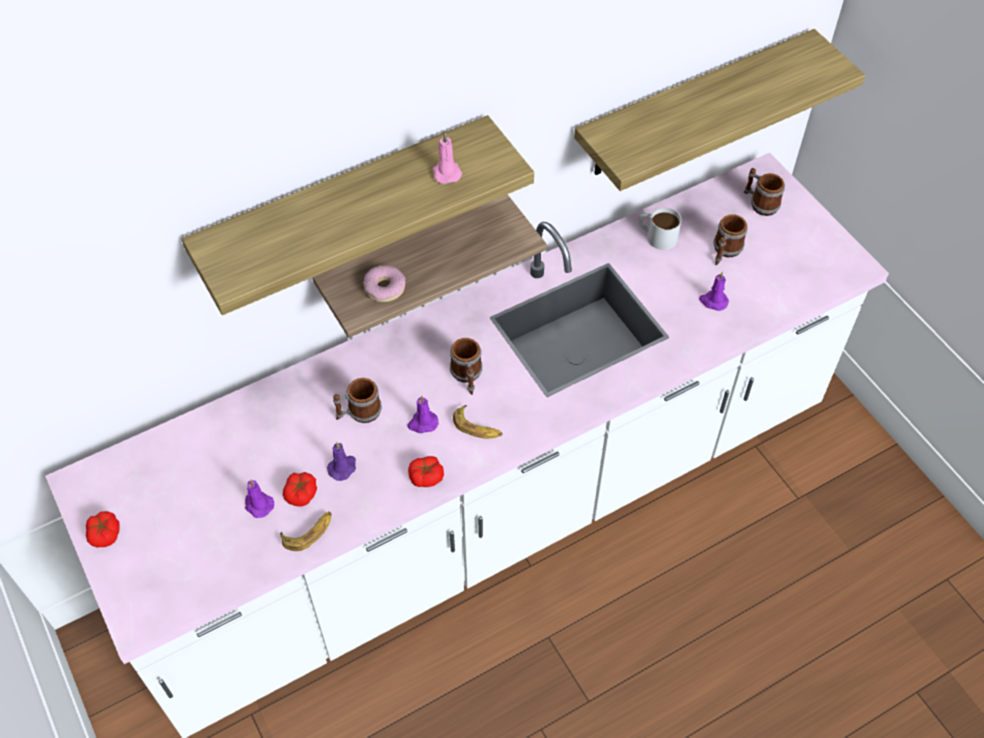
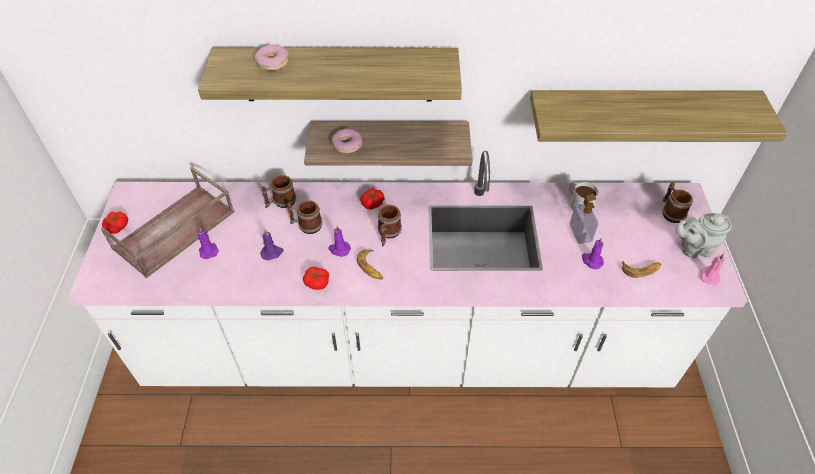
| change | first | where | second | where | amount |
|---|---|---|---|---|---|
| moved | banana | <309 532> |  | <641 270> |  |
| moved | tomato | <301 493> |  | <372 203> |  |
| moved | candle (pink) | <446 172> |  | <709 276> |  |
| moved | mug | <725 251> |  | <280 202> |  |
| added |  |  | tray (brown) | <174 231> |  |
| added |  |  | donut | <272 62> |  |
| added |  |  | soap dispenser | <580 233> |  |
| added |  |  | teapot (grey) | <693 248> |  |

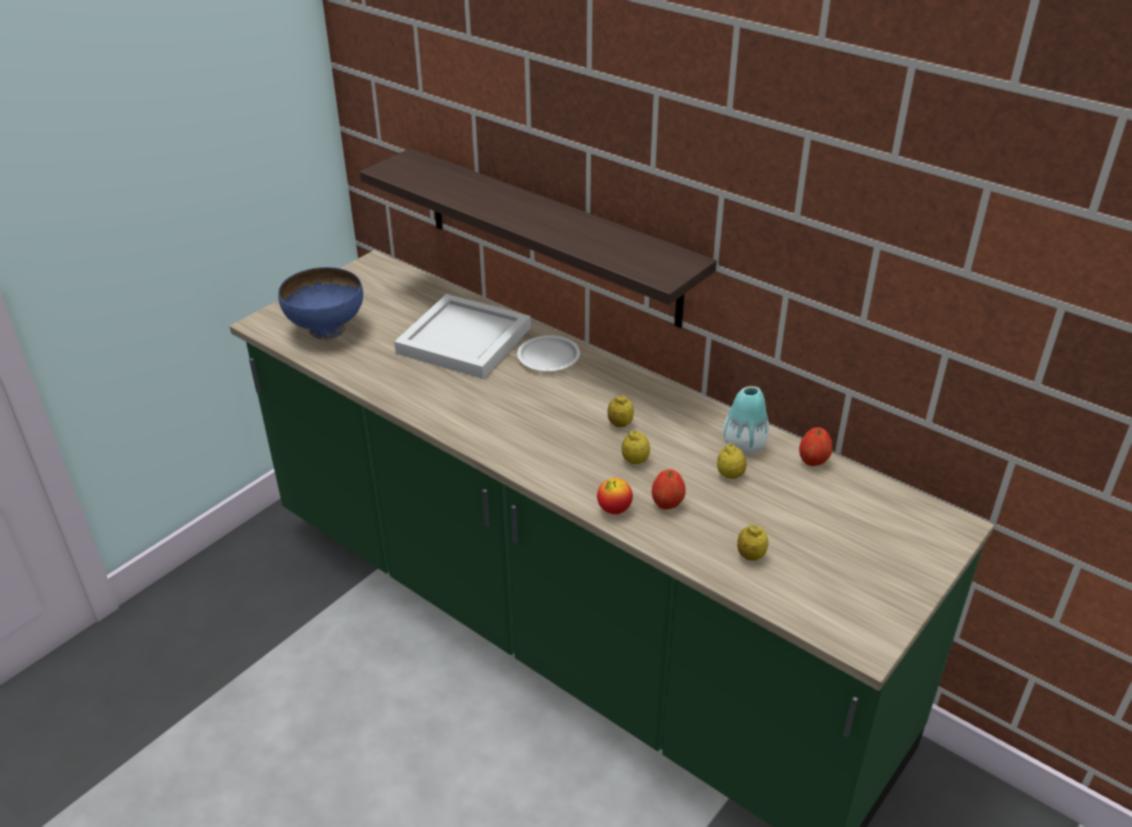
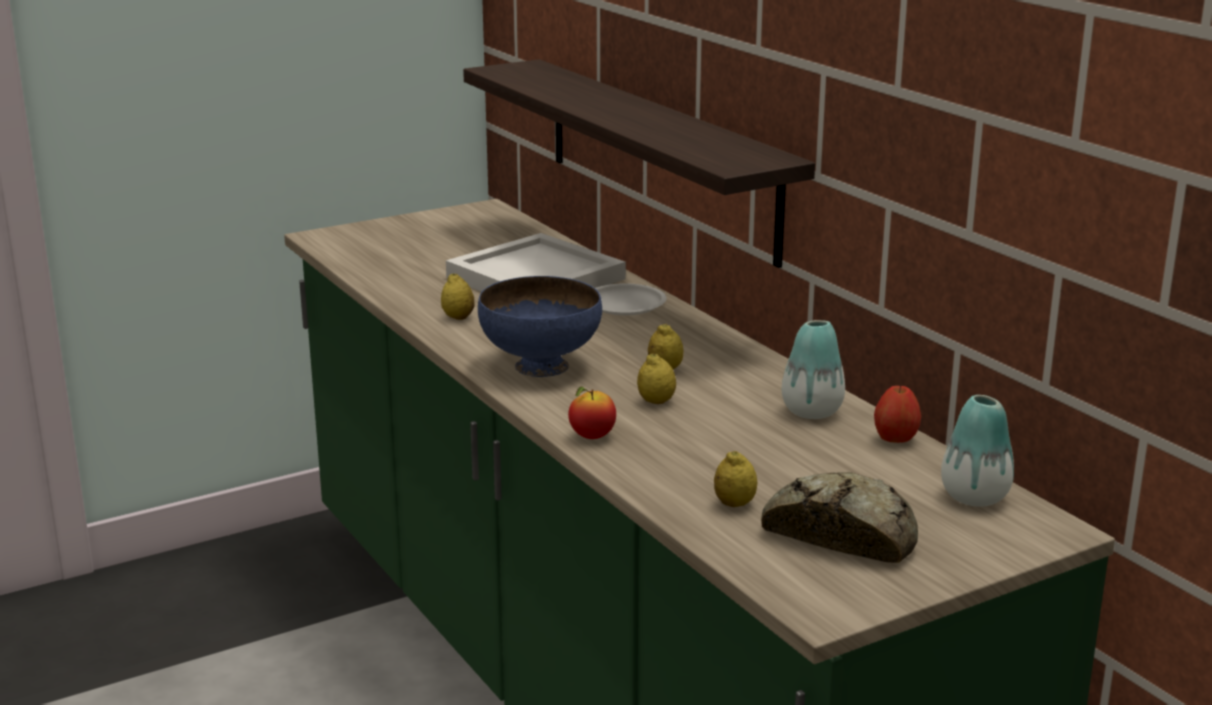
| change | first | where | second | where | amount |
|---|---|---|---|---|---|
| moved | bowl (blue) | <326 330> |  | <540 366> |  |
| removed | apple | <667 504> |  |  |  |
| moved | lemon | <730 475> |  | <458 317> |  |
| added |  |  | bread | <842 532> |  |
| added |  |  | vase | <974 497> |  |

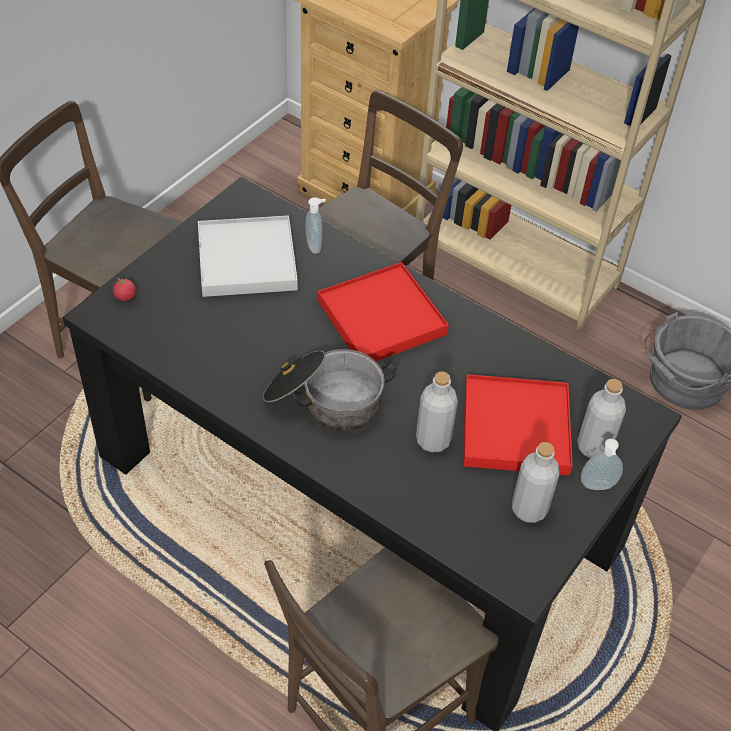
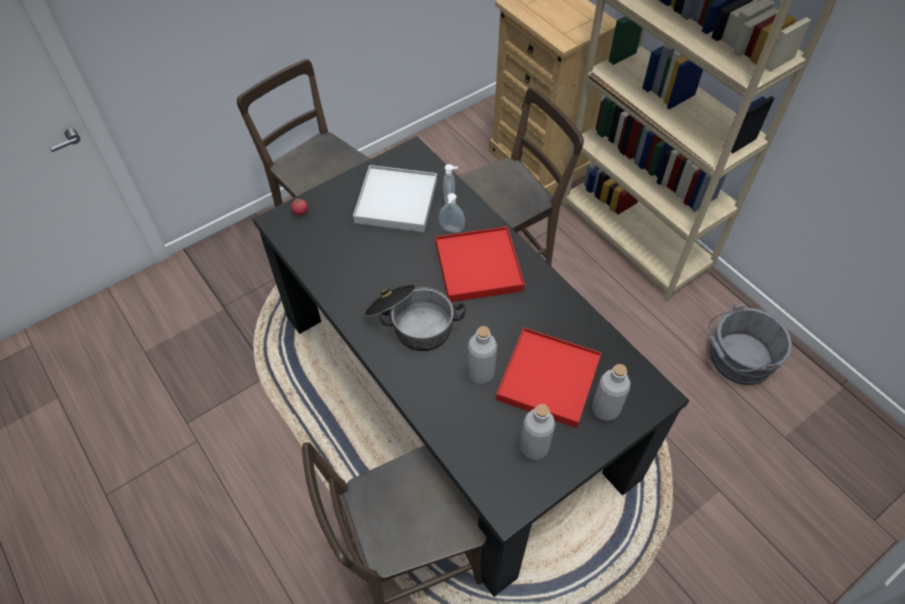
| change | first | where | second | where | amount |
|---|---|---|---|---|---|
| moved | soap dispenser | <597 487> |  | <451 230> |  |

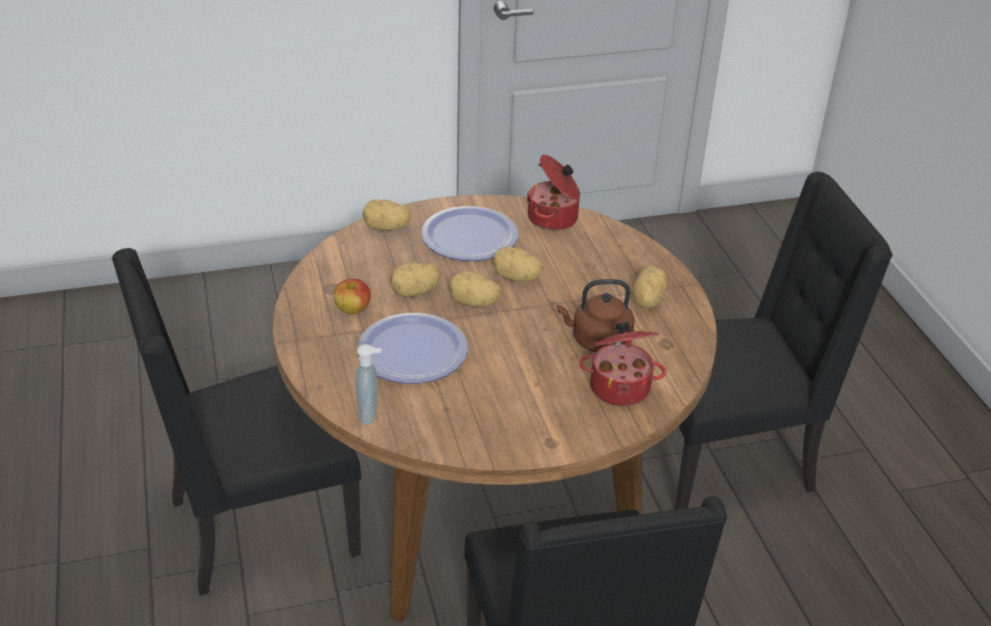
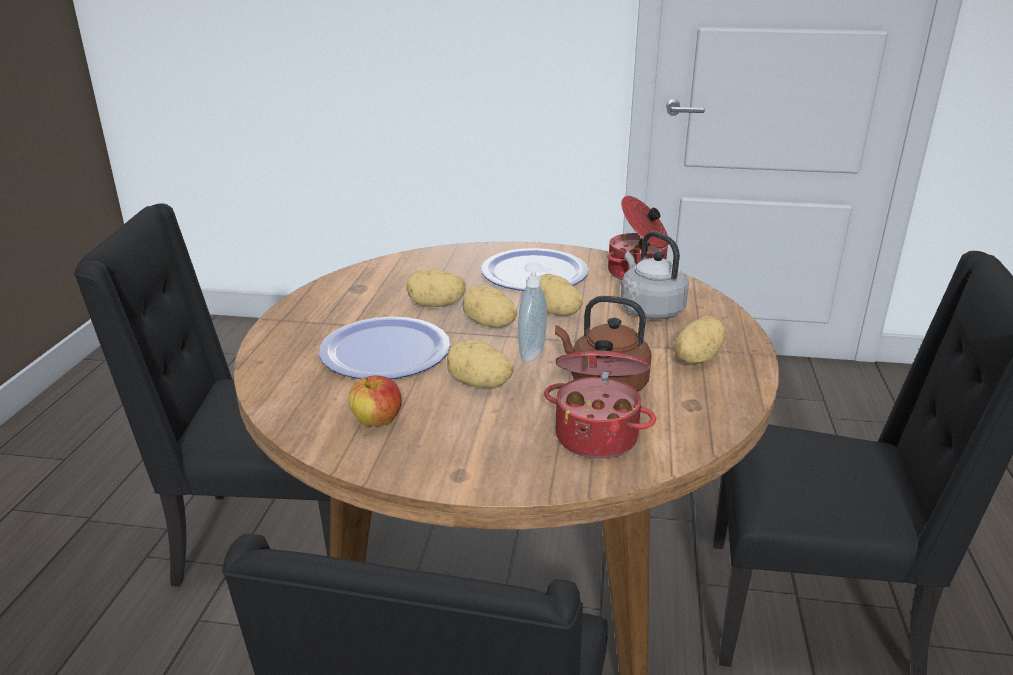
| change | first | where | second | where | amount |
|---|---|---|---|---|---|
| moved | apple | <353 310> |  | <377 421> |  |
| moved | soap dispenser | <370 415> |  | <534 354> |  |
| moved | potato | <387 228> |  | <479 384> |  |
| added |  |  | kettle (grey) | <649 309> |  |

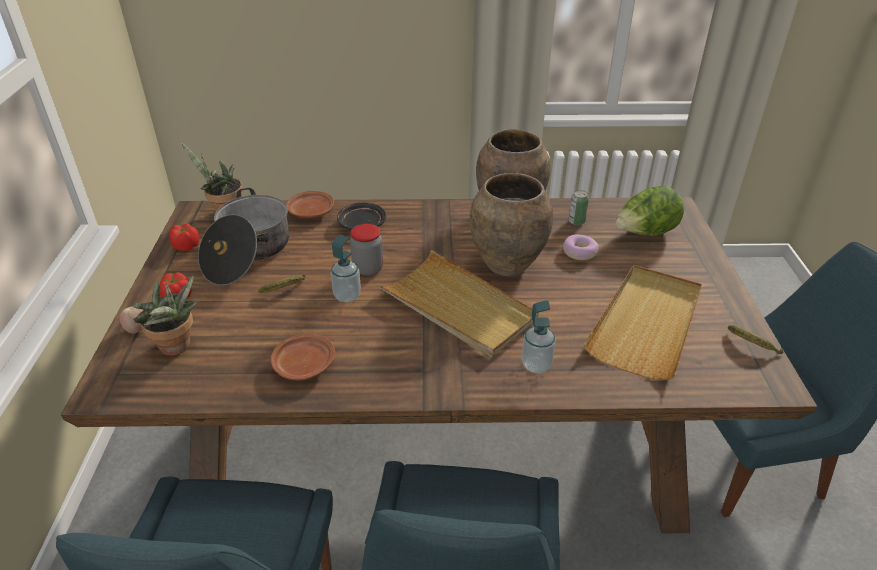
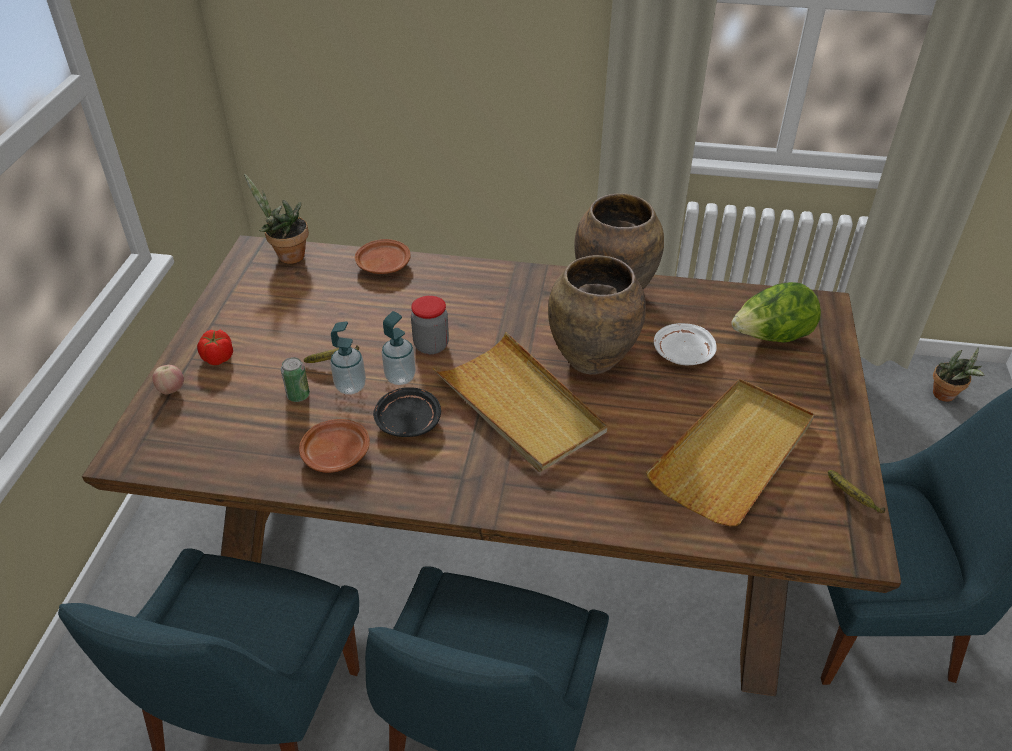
| change | first | where | second | where | amount |
|---|---|---|---|---|---|
| moved | potted plant | <177 348> |  | <946 396> |  |
| removed | tomato | <186 246> |  |  |  |
| removed | cooking pot | <248 253> |  |  |  |
| moved | plate (black) | <361 224> |  | <407 421> |  |
| moved | soap dispenser | <536 365> |  | <350 386> |  |
| replaced | donut | <579 253> | plate (white) | <683 353> |  |
| moved | can | <576 221> |  | <298 395> |  |

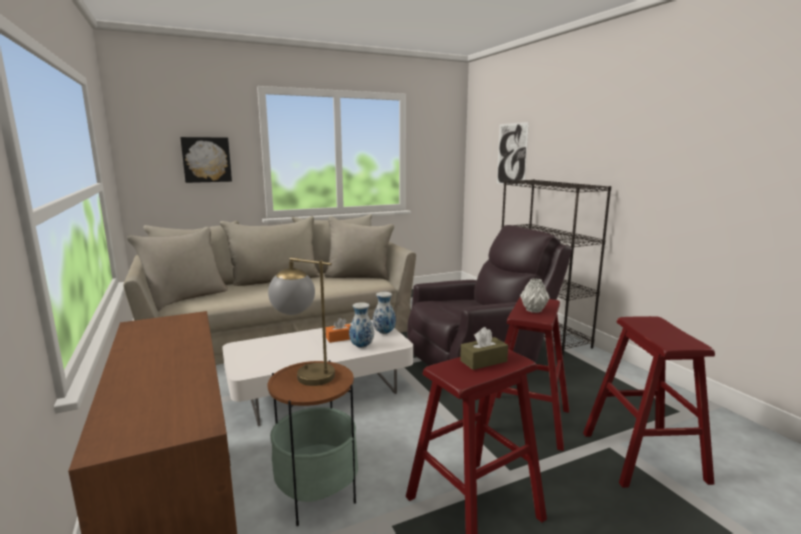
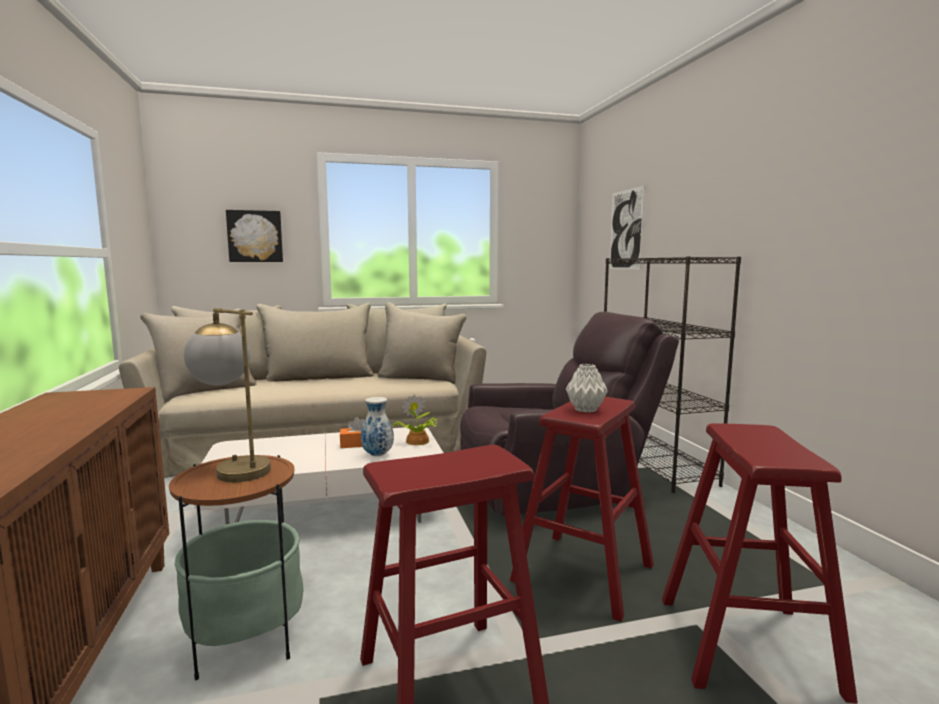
| change | first | where | second | where | amount |
|---|---|---|---|---|---|
| replaced | vase | <384 333> | potted plant | <416 441> |  |
| removed | tissue box (brown) | <483 361> |  |  |  |

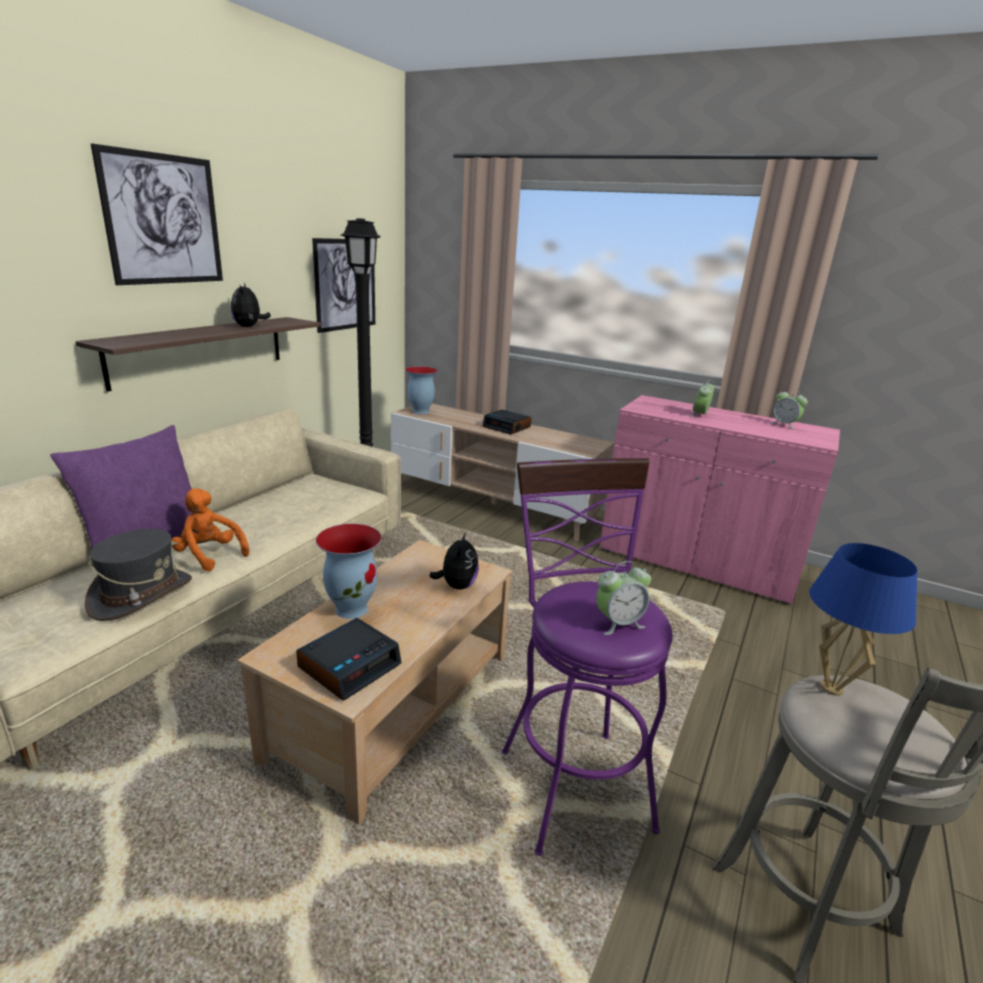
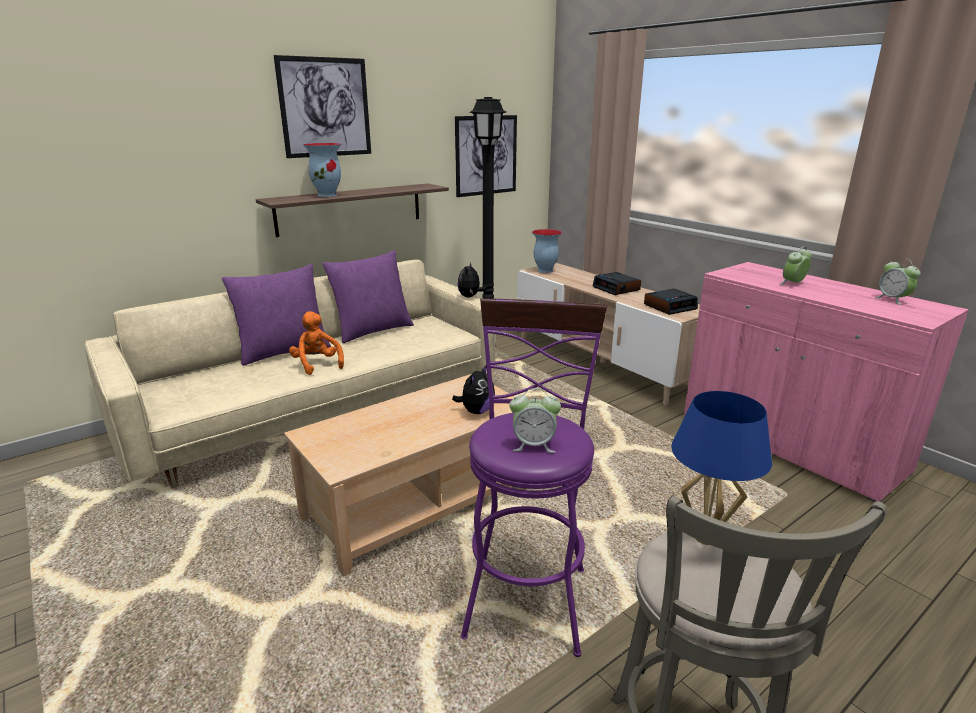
| change | first | where | second | where | amount |
|---|---|---|---|---|---|
| removed | hat (grey) | <141 595> |  |  |  |
| moved | plush toy | <249 327> |  | <470 297> |  |
| moved | alarm clock | <350 665> |  | <670 306> |  |
| moved | vase | <352 608> |  | <327 195> |  |
| added |  |  | pillow (purple) | <372 330> |  |

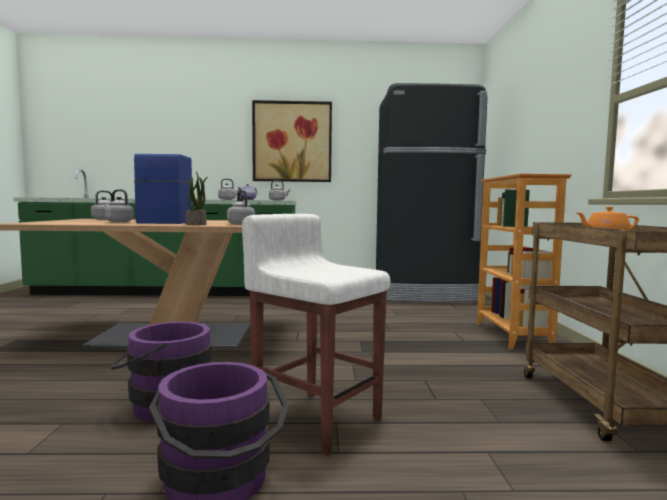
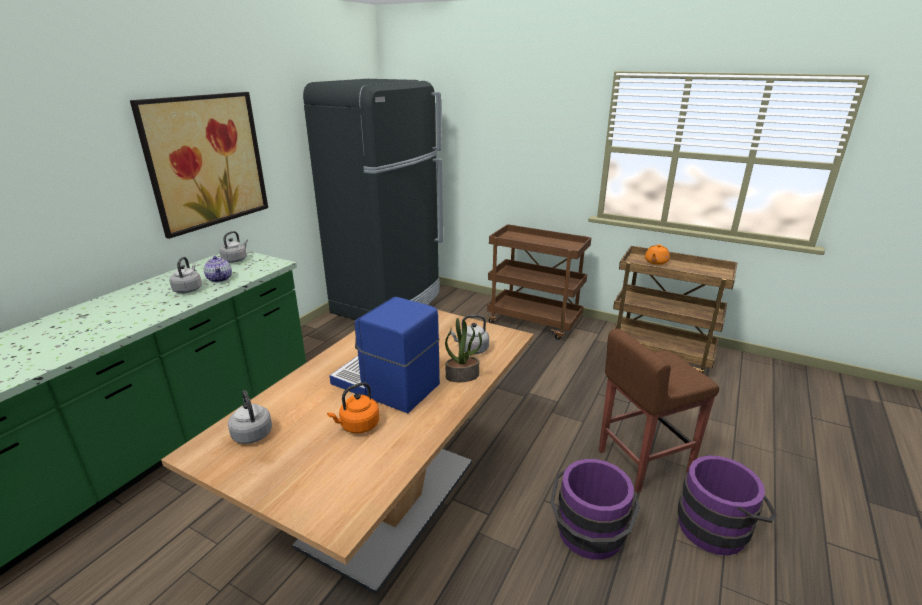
| change | first | where | second | where | amount |
|---|---|---|---|---|---|
| recoloured | kettle (grey) | <118 222> | kettle (orange) | <358 426> |  |
| recoloured | stool (white) | <316 419> | stool (brown) | <642 462> |  |
| replaced | bookcase | <513 335> | cart (brown) | <534 322> |  |

